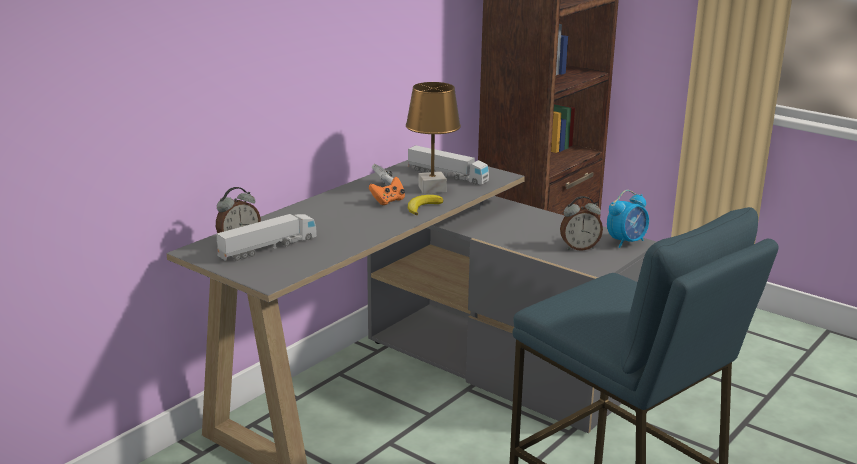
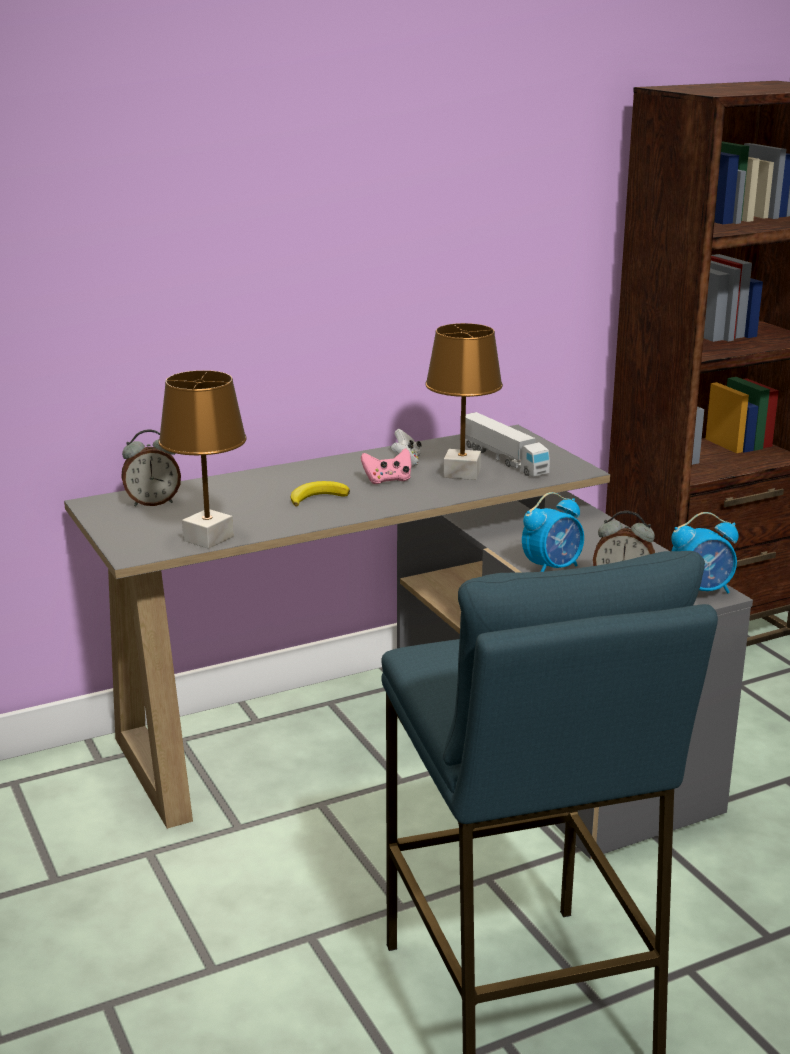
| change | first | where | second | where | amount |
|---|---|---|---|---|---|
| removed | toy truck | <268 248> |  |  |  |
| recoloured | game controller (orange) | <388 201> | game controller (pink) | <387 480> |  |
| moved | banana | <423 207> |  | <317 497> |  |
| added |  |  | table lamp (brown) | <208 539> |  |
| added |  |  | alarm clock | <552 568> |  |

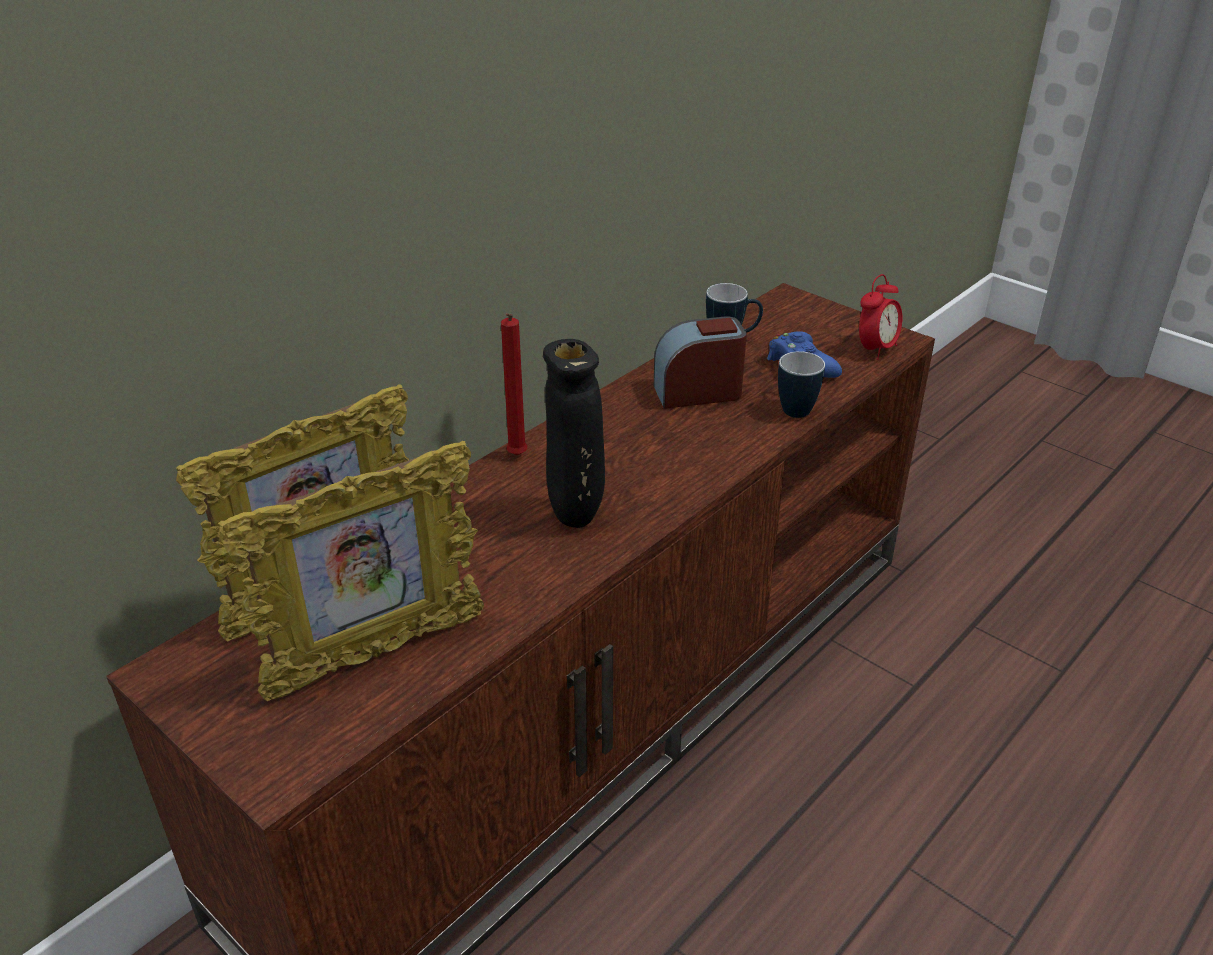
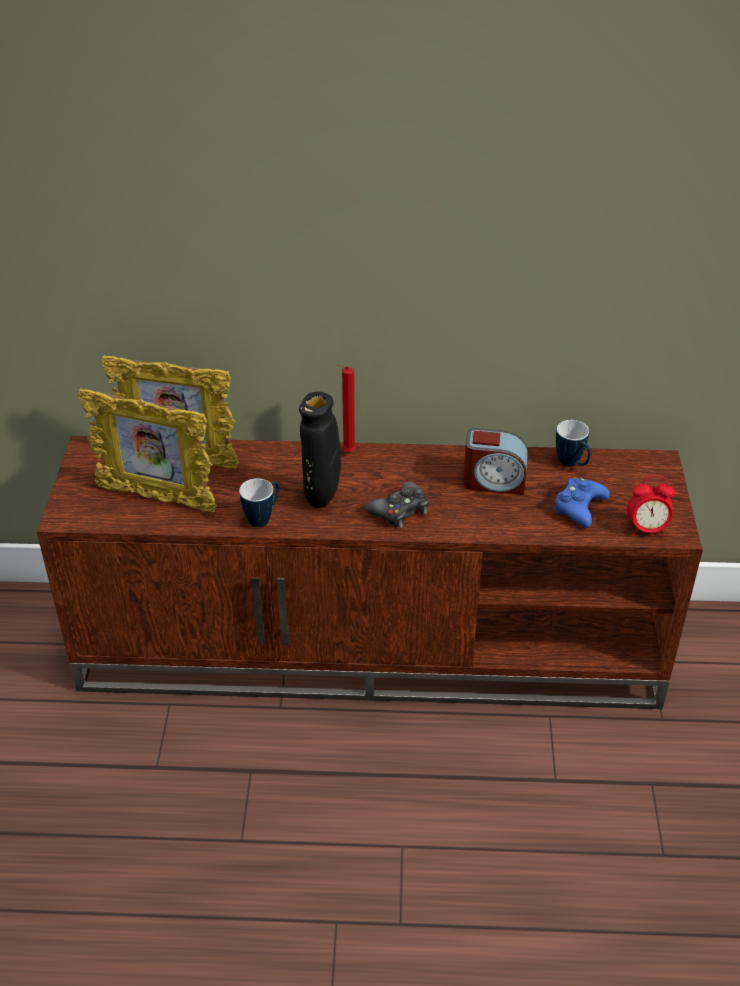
| change | first | where | second | where | amount |
|---|---|---|---|---|---|
| turned | alarm clock | <698 392> |  | <494 481> | 150 degrees clockwise |
| moved | mug | <793 407> |  | <263 517> |  |
| added |  |  | game controller (black) | <400 511> |  |

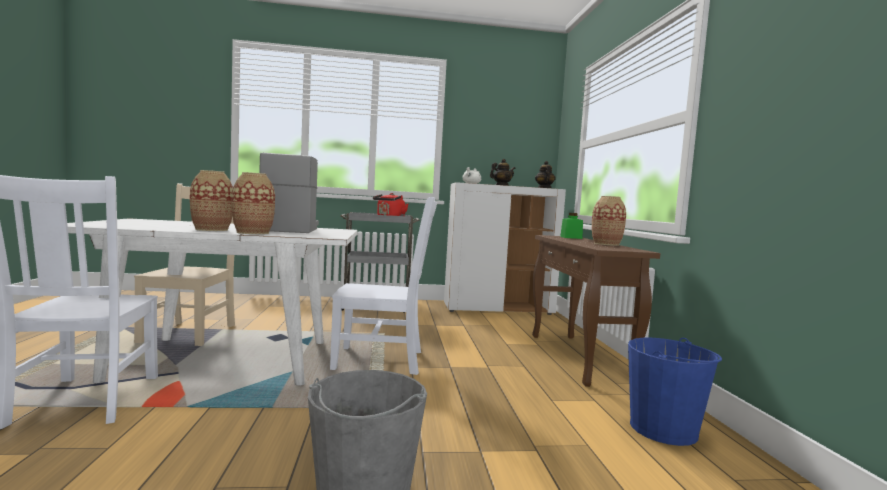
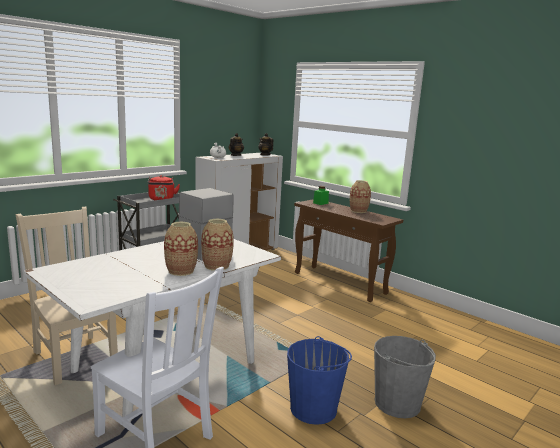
| change | first | where | second | where | amount |
|---|---|---|---|---|---|
| removed | chair (white) | <382 360> |  |  |  |
| moved | bucket (blue) | <663 429> |  | <314 408> |  |

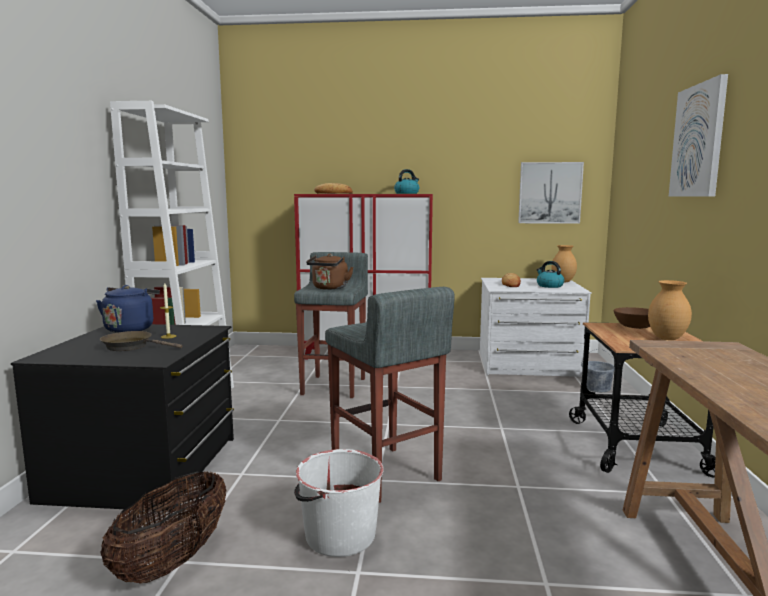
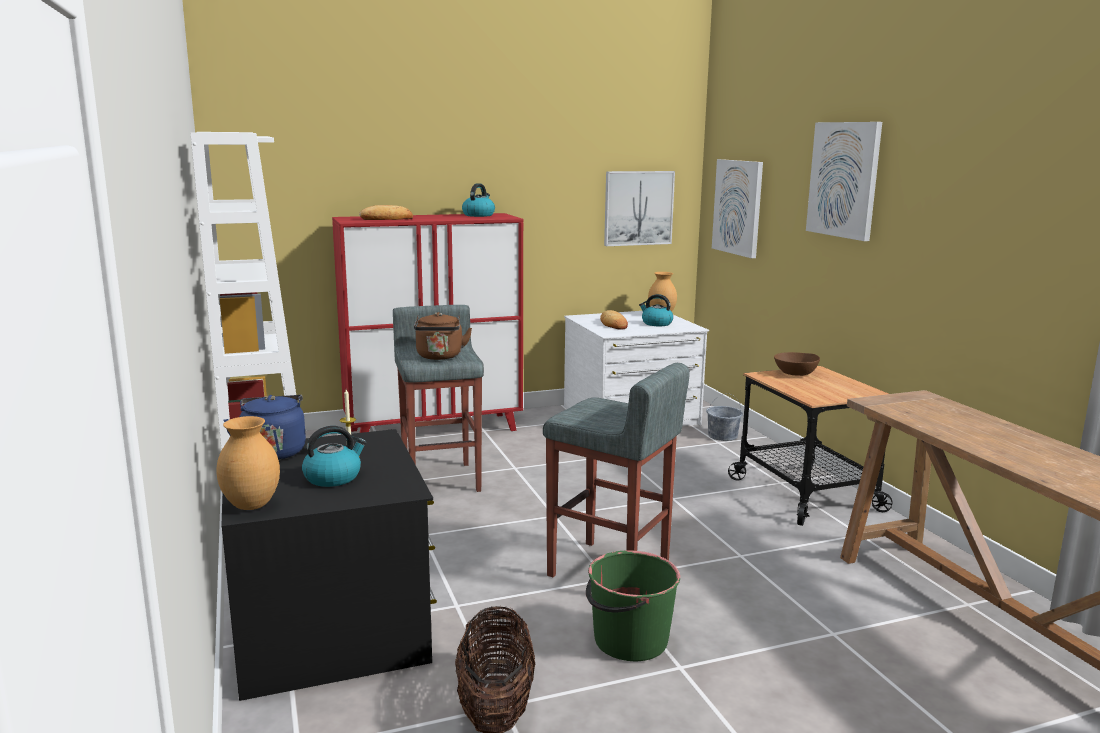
| change | first | where | second | where | amount |
|---|---|---|---|---|---|
| replaced | frying pan (brown) | <131 346> | kettle | <333 477> |  |
| recoloured | bucket (white) | <339 536> | bucket (green) | <629 641> |  |
| moved | vase (brown) | <667 338> |  | <251 506> |  |
| added |  |  | picture | <738 207> |  |

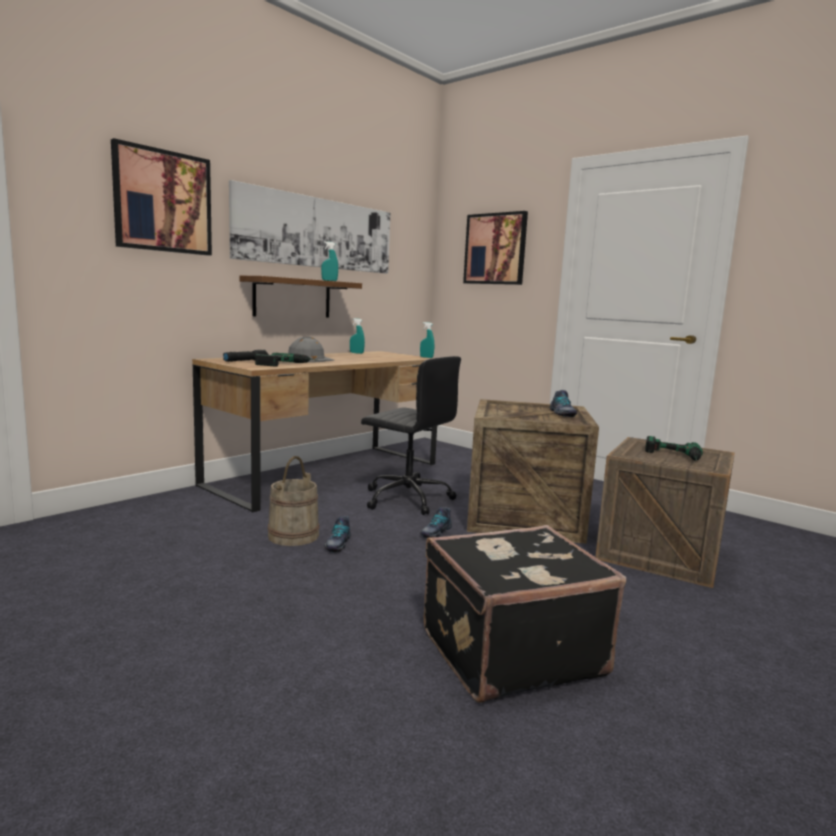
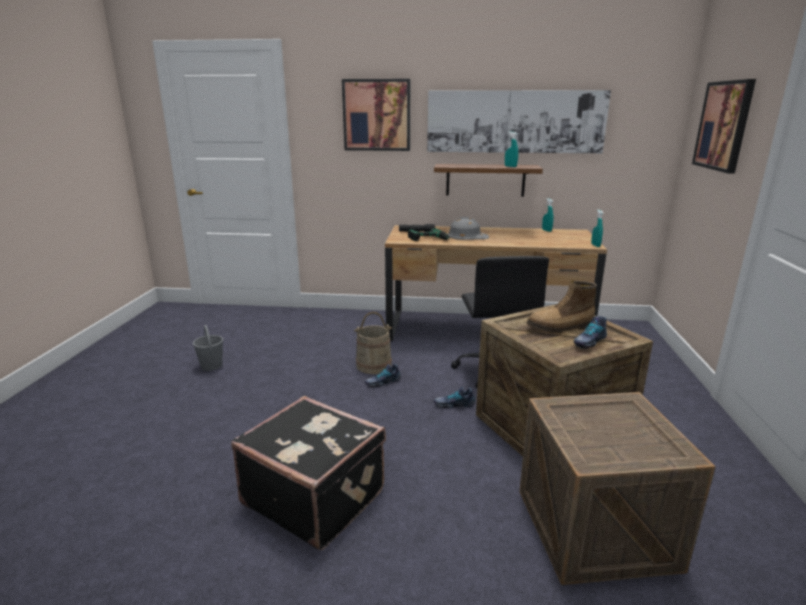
| change | first | where | second | where | amount |
|---|---|---|---|---|---|
| removed | power drill | <673 456> |  |  |  |
| added |  |  | bucket (grey) | <211 365> |  |
| added |  |  | boot | <560 328> |  |

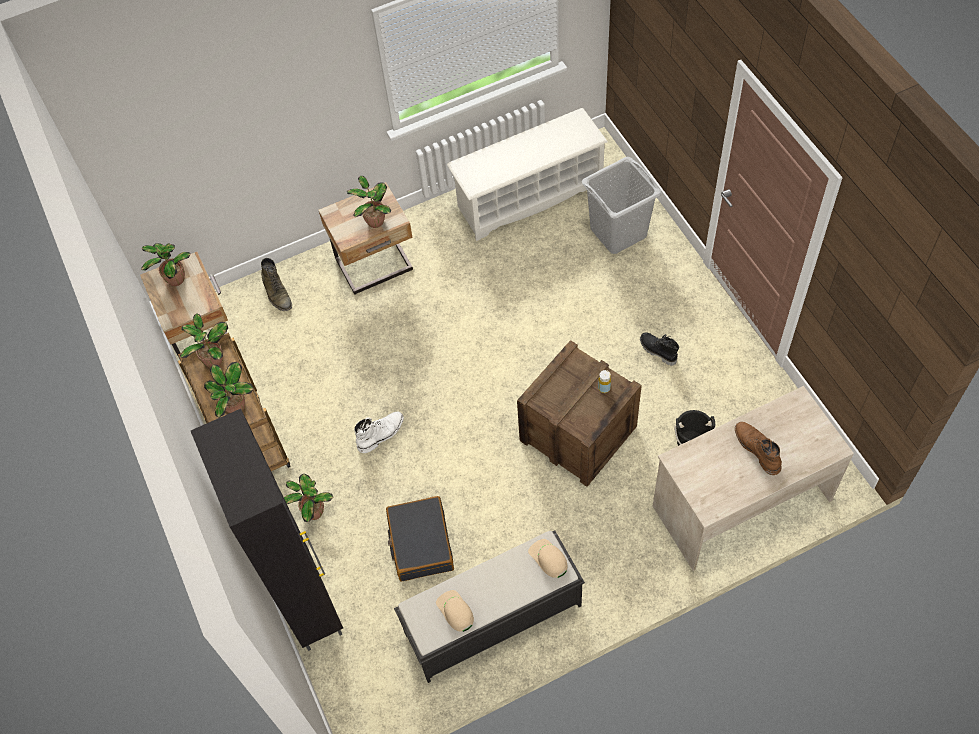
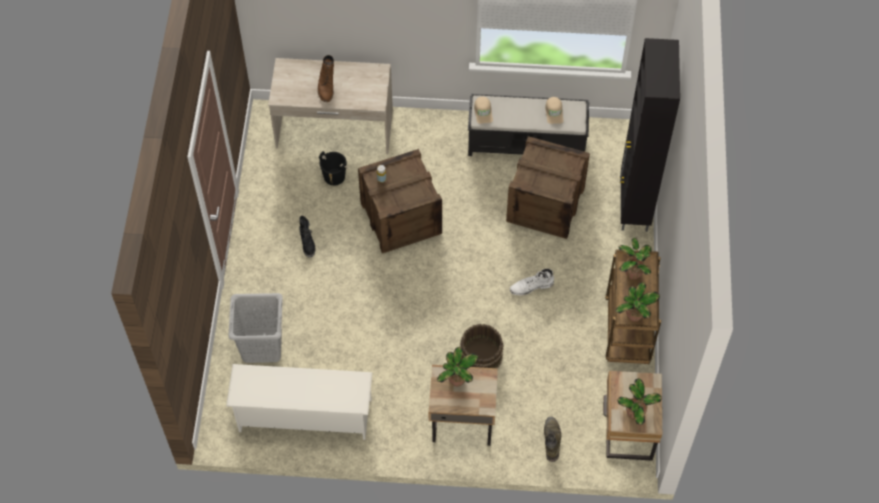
| change | first | where | second | where | amount |
|---|---|---|---|---|---|
| removed | potted plant | <312 511> |  |  |  |
| replaced | suitcase (black) | <420 543> | crate | <545 205> |  |
| added |  |  | bucket (brown) | <480 355> |  |

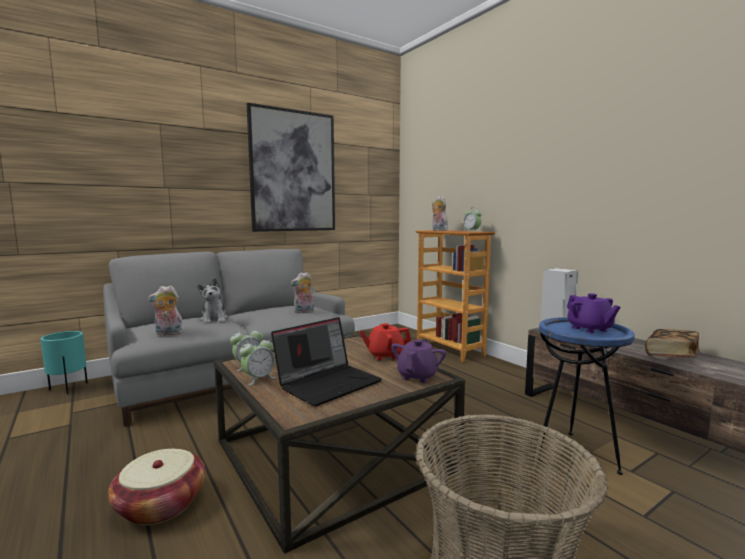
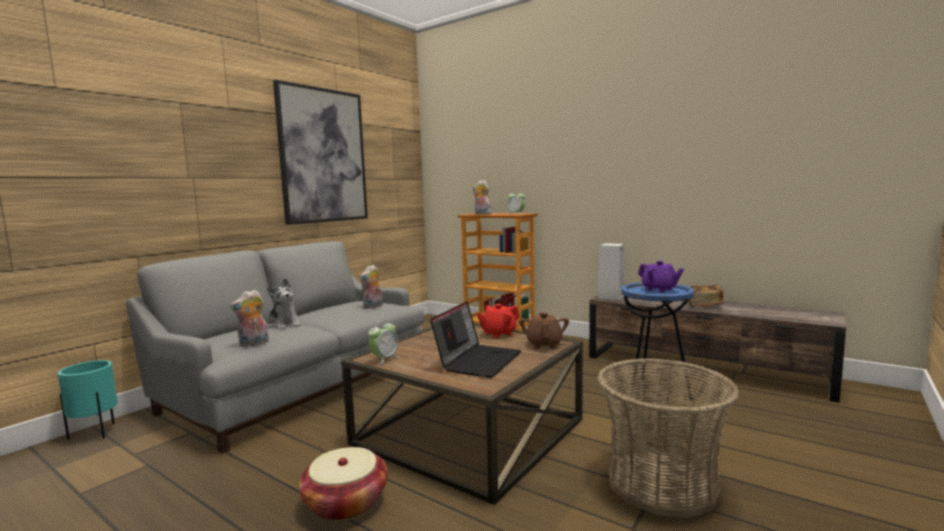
| change | first | where | second | where | amount |
|---|---|---|---|---|---|
| removed | alarm clock | <258 379> |  |  |  |
| recoloured | teapot (purple) | <417 376> | teapot (brown) | <544 344> |  |

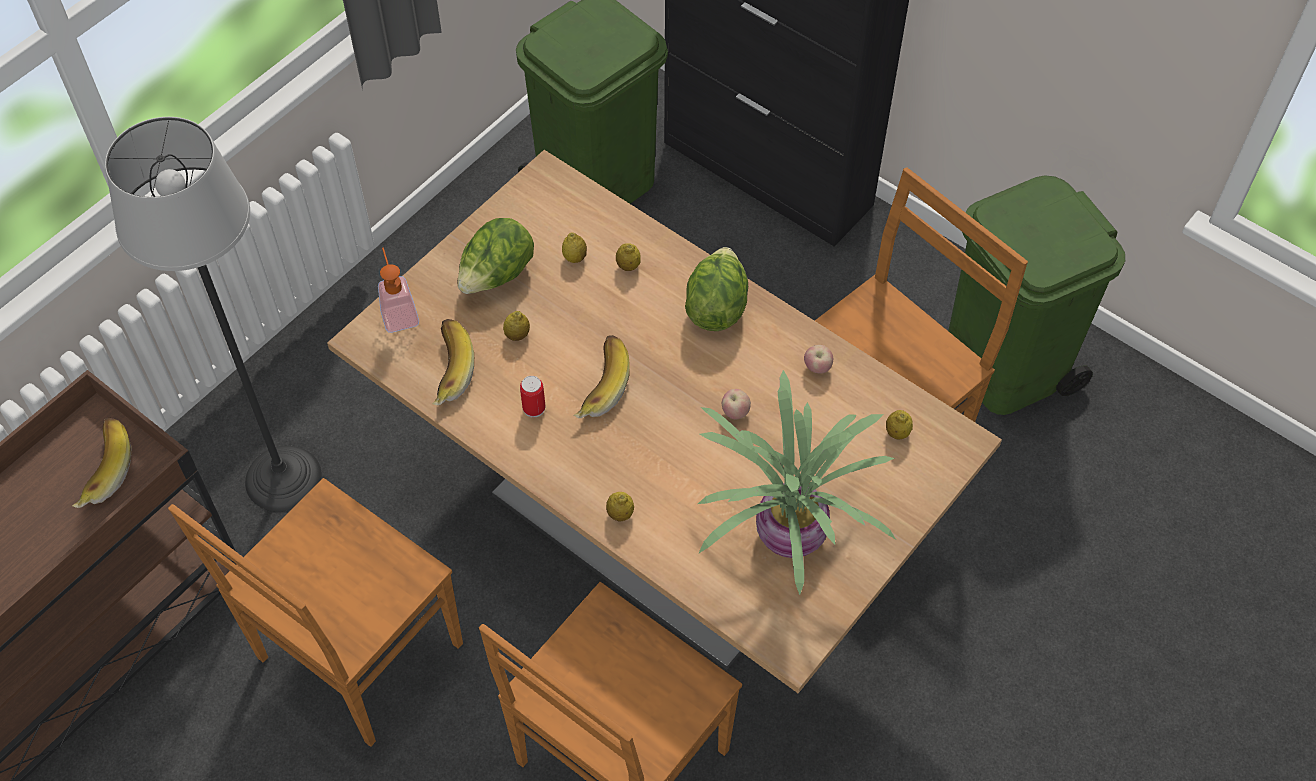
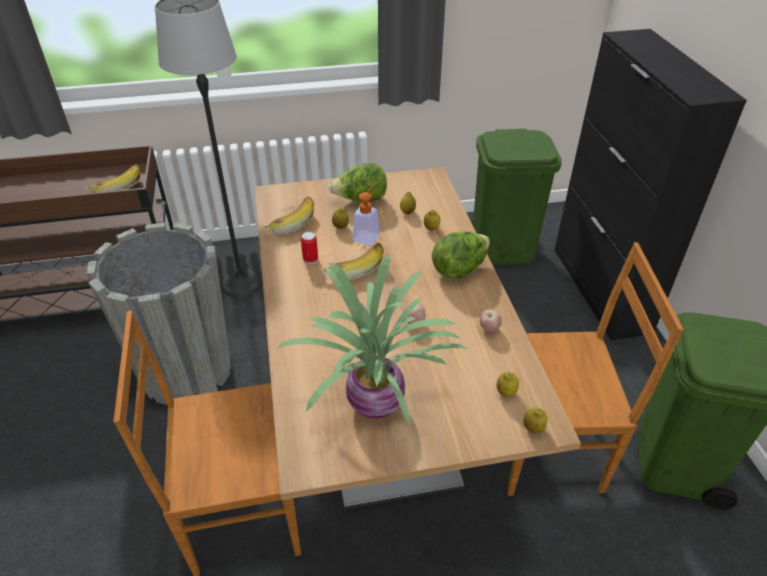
| change | first | where | second | where | amount |
|---|---|---|---|---|---|
| replaced | chair (brown) | <355 655> | planter (grey) | <186 370> |  |
| moved | soap dispenser | <398 312> |  | <368 235> |  |
| moved | lemon | <620 514> |  | <533 428> |  |

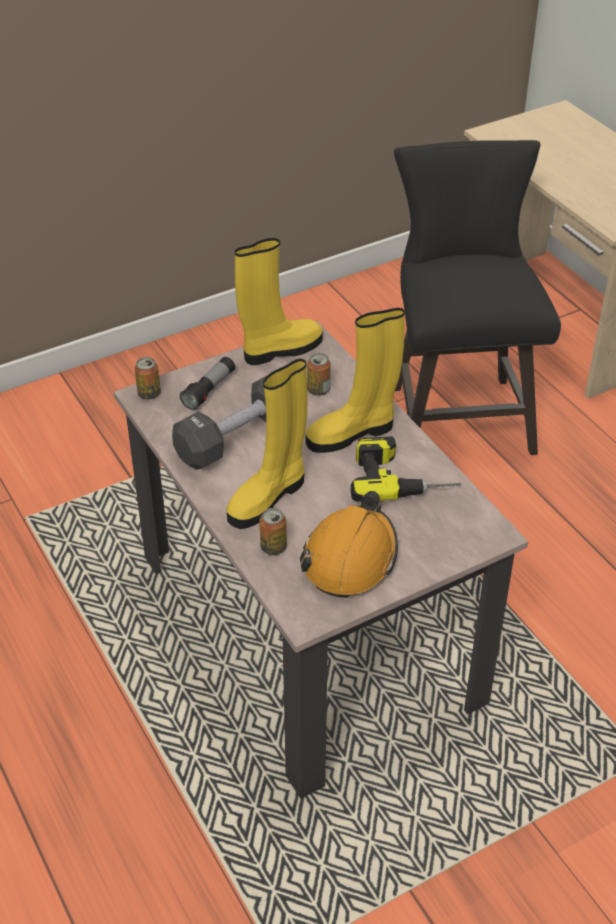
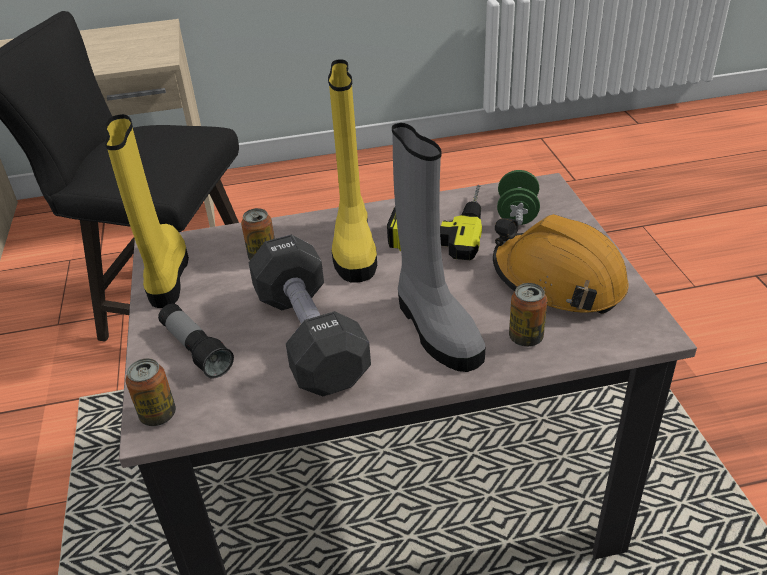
| change | first | where | second | where | amount |
|---|---|---|---|---|---|
| recoloured | boot (yellow) | <268 497> | boot (grey) | <435 328> |  |
| added |  |  | dumbbell (green) | <517 214> |  |

